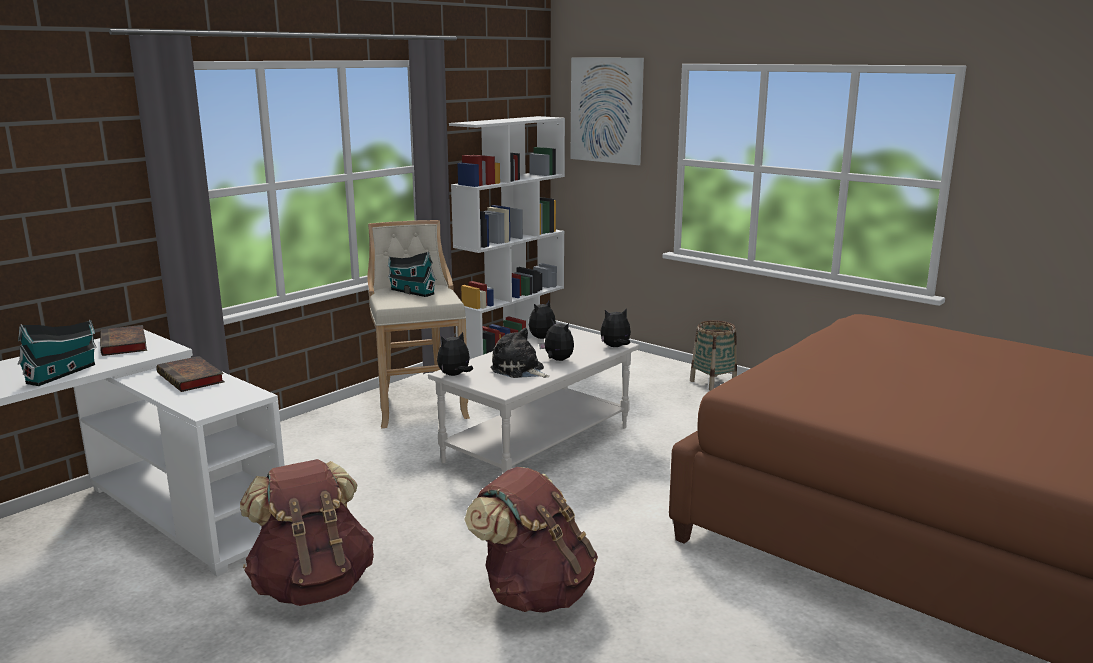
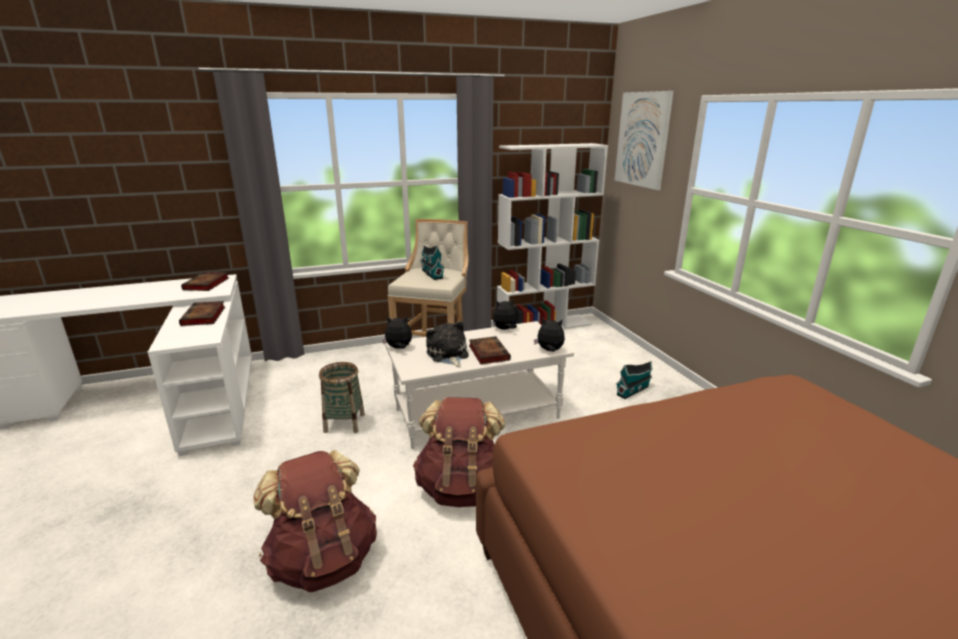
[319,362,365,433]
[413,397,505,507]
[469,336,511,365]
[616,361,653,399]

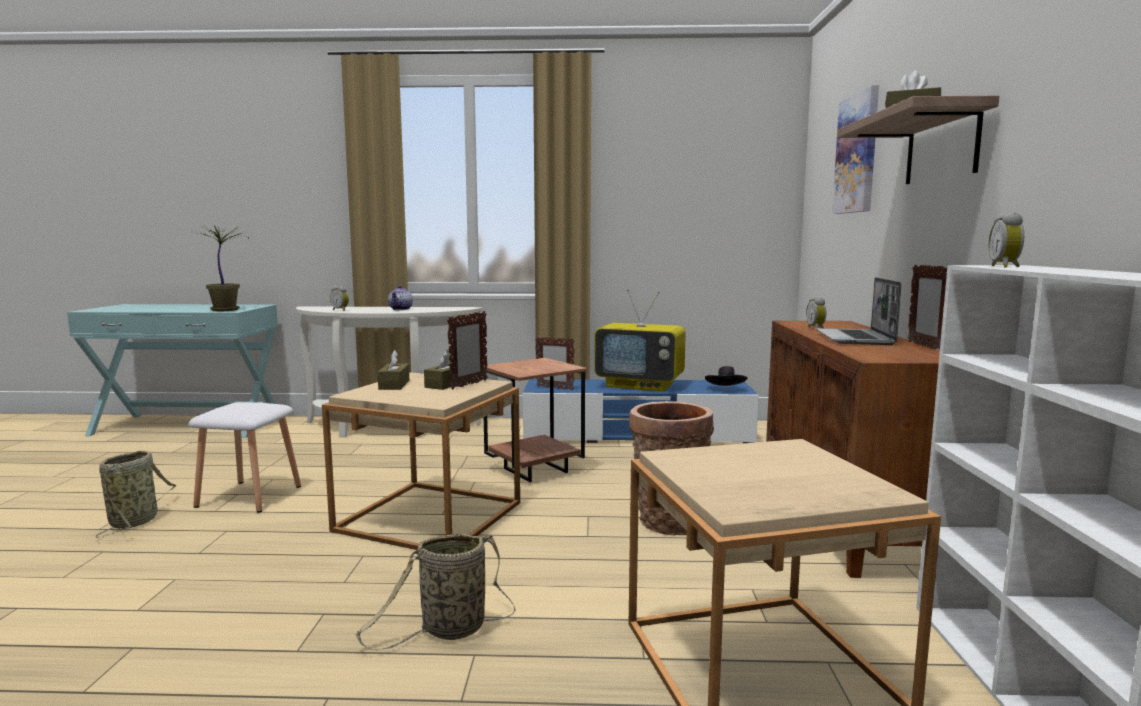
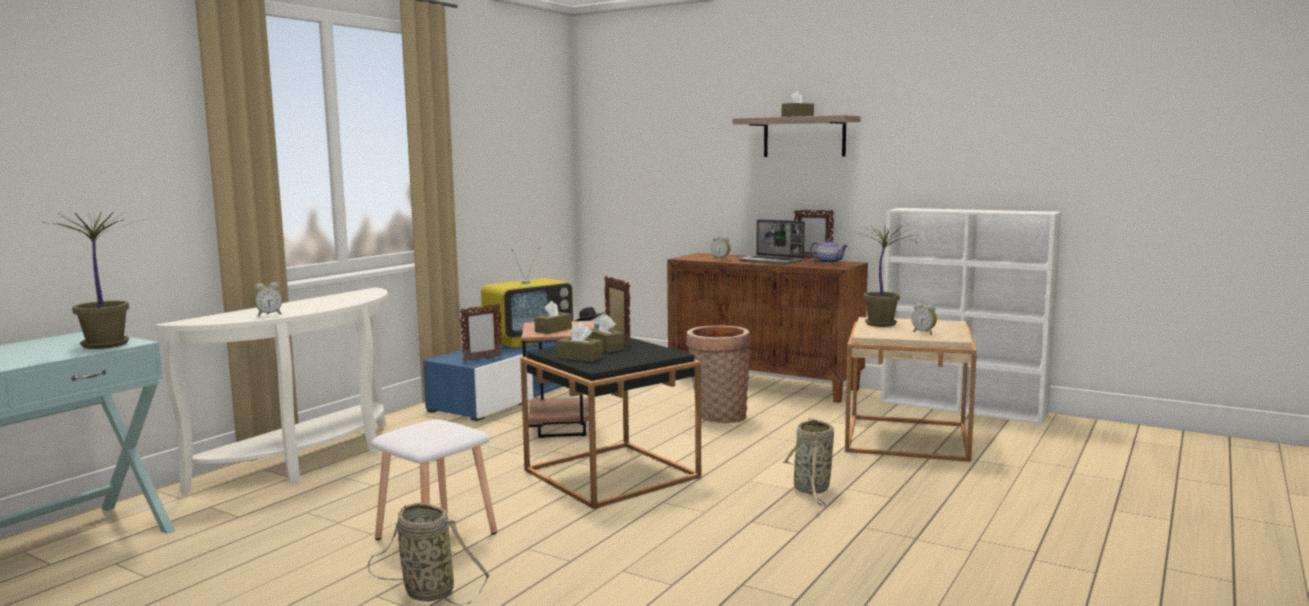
[520,338,701,509]
[534,301,572,334]
[810,238,848,264]
[856,225,917,327]
[911,303,937,335]
[832,85,879,214] (first image)

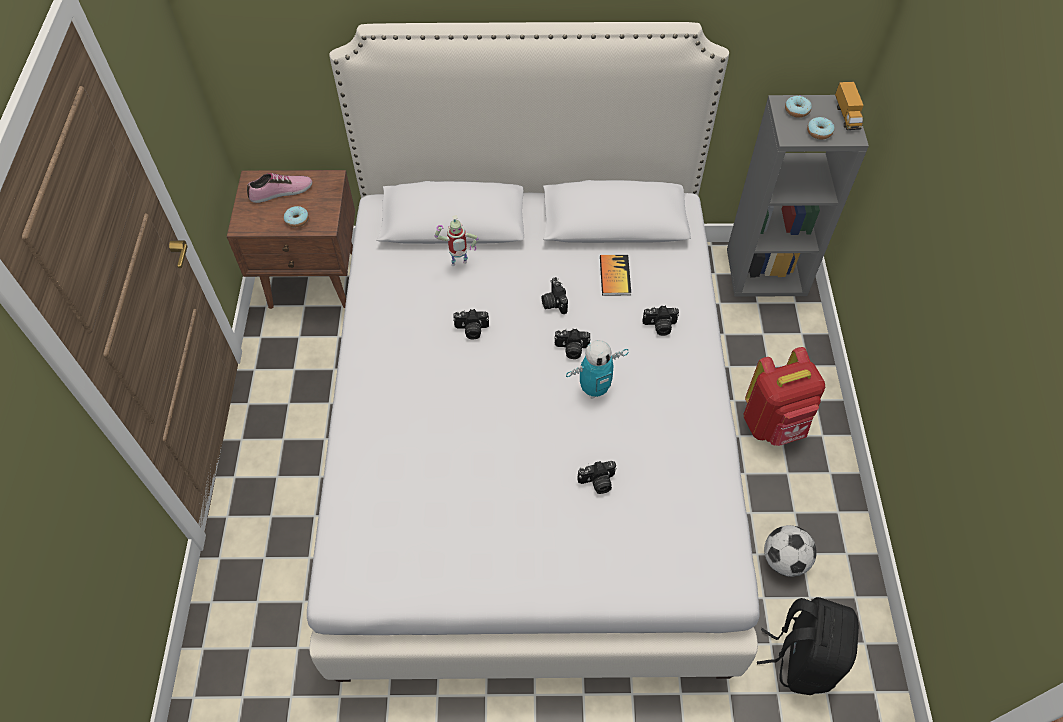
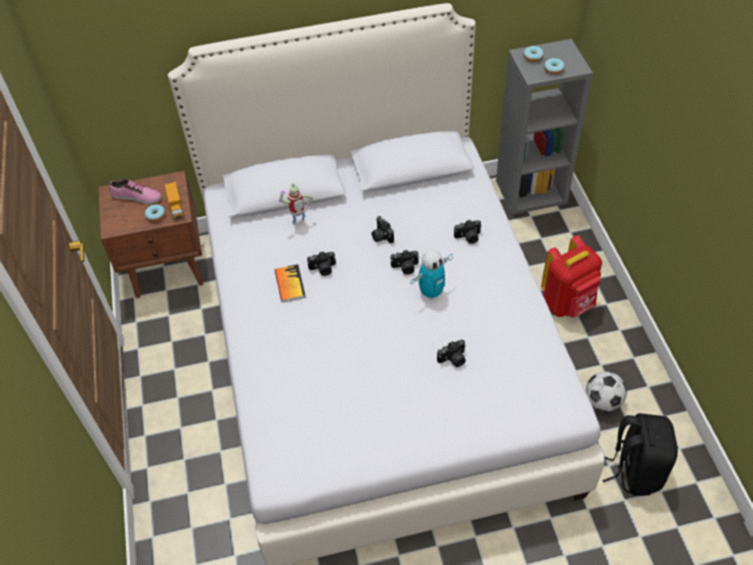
[109,179,162,204]
[164,182,185,220]
[275,264,306,302]

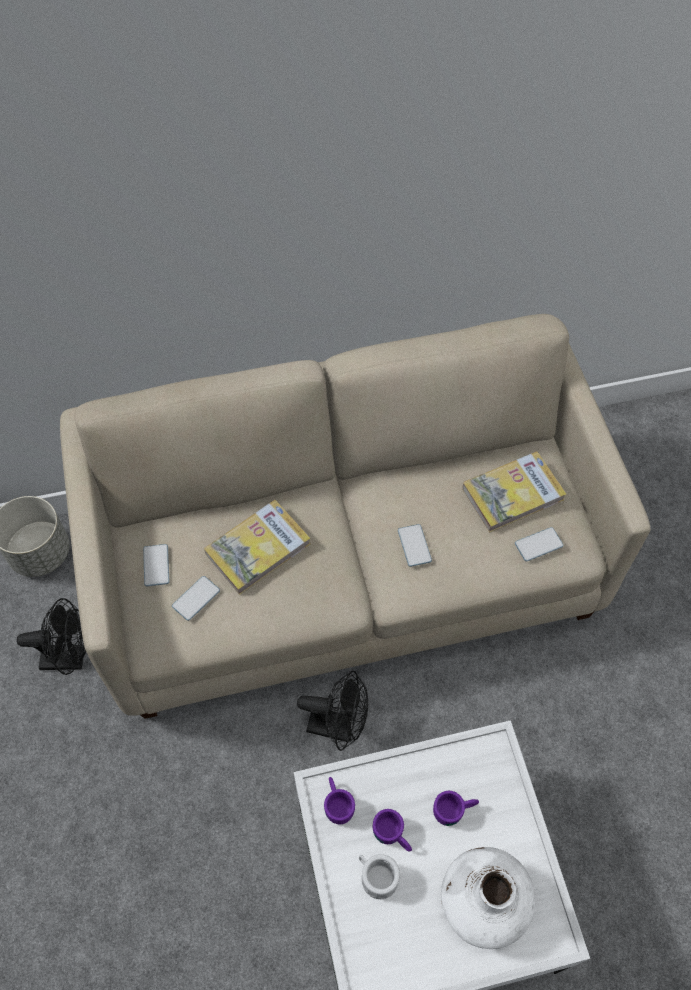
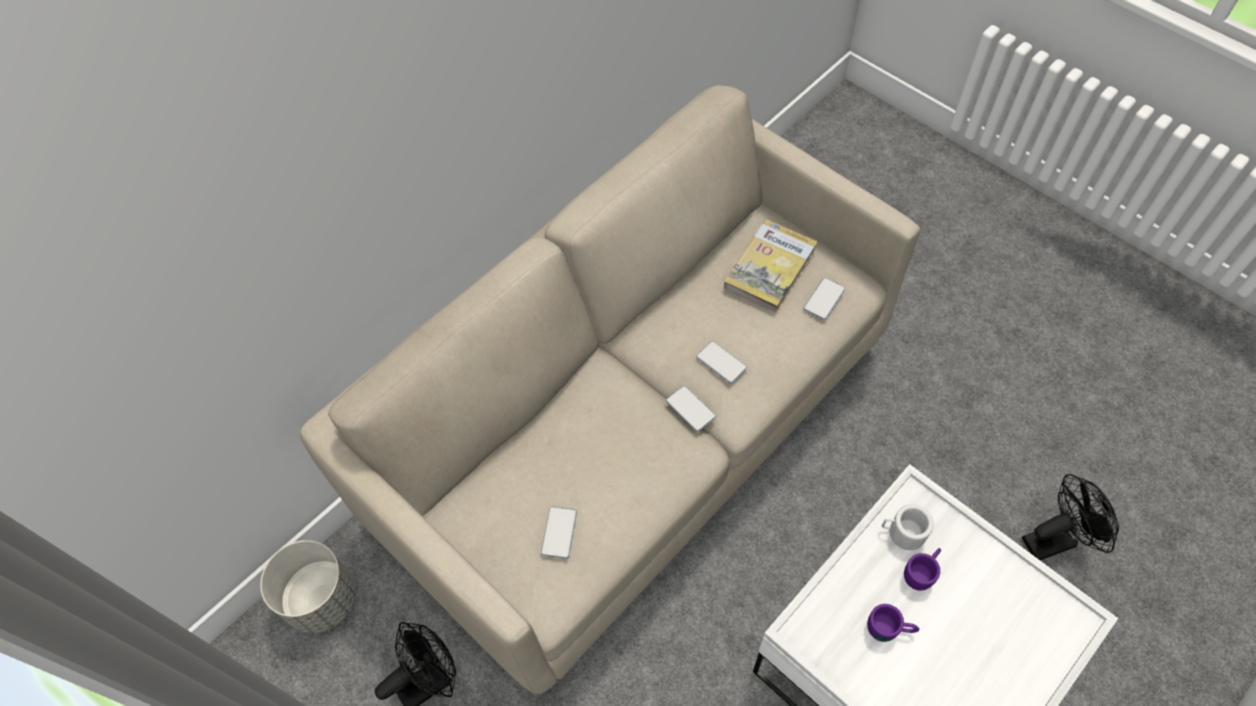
[666,386,716,432]
[882,504,934,550]
[1022,474,1119,560]
[204,500,311,595] (first image)
[324,777,355,825] (first image)
[441,847,536,949] (first image)

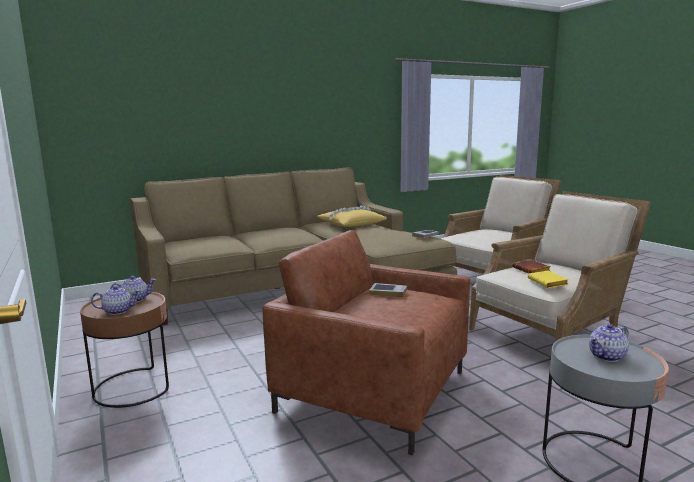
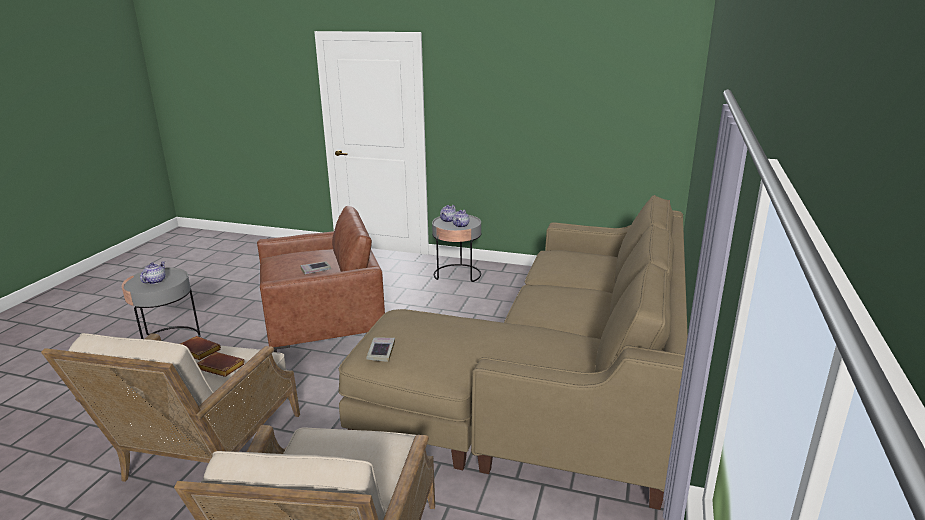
[180,336,221,360]
[432,215,481,282]
[317,206,387,227] (first image)

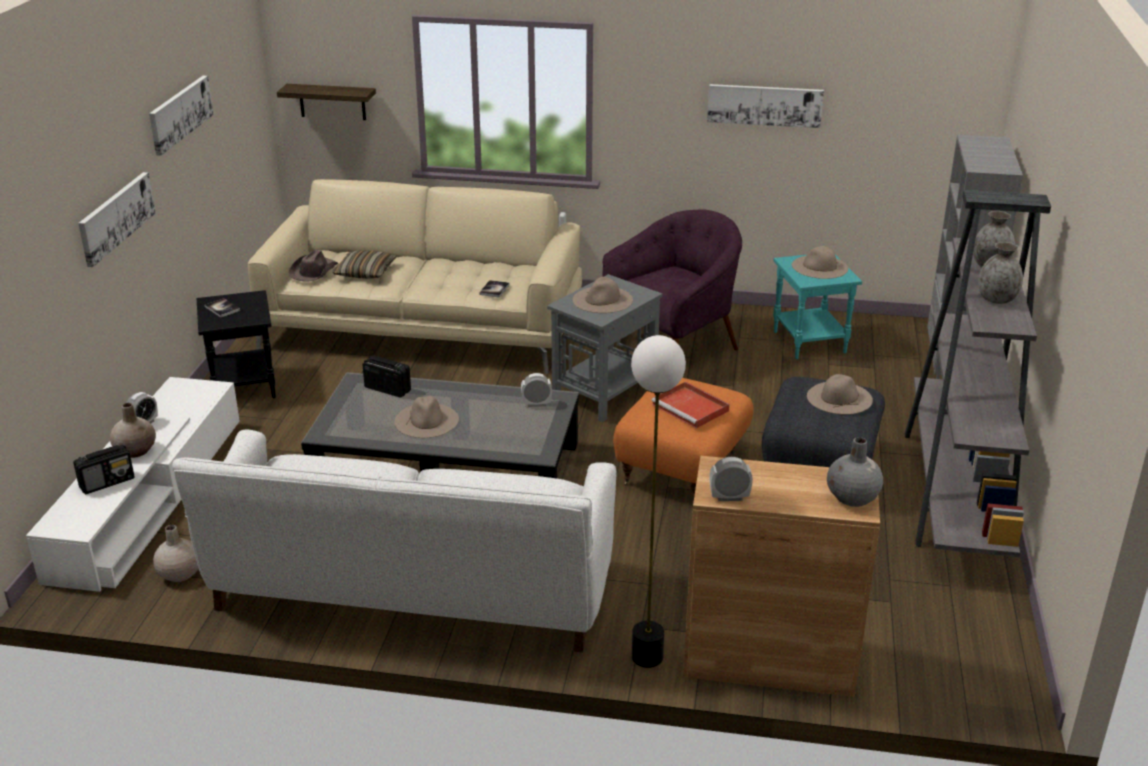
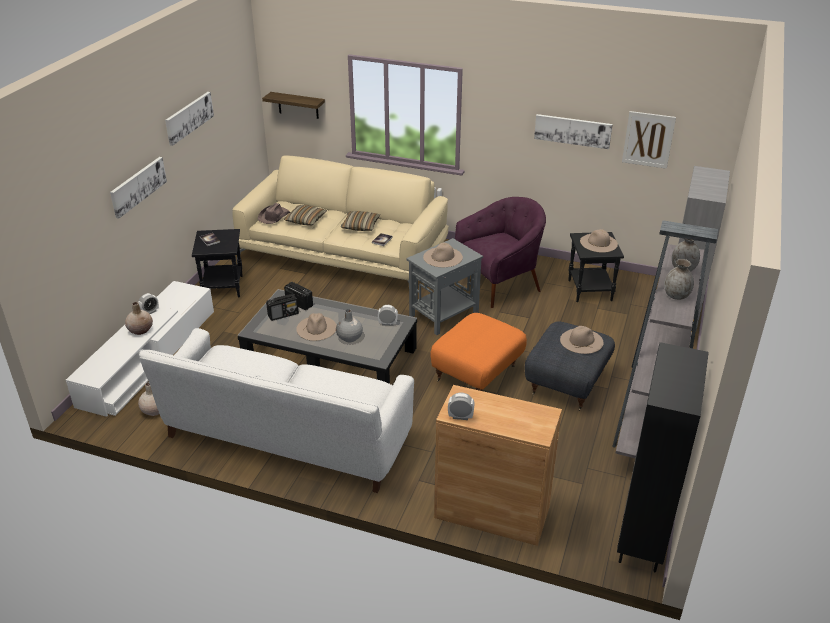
[266,294,299,321]
[336,309,363,342]
[341,211,380,231]
[568,232,624,302]
[617,342,708,572]
[622,111,676,169]
[631,335,686,668] (first image)
[651,382,730,428] (first image)

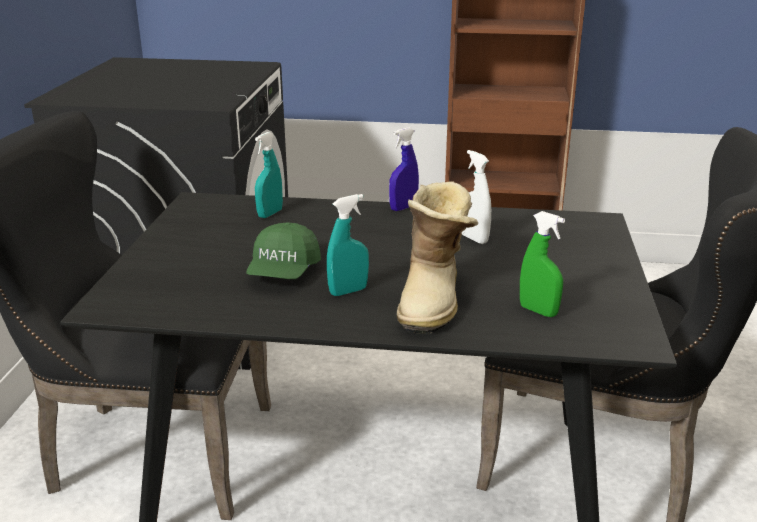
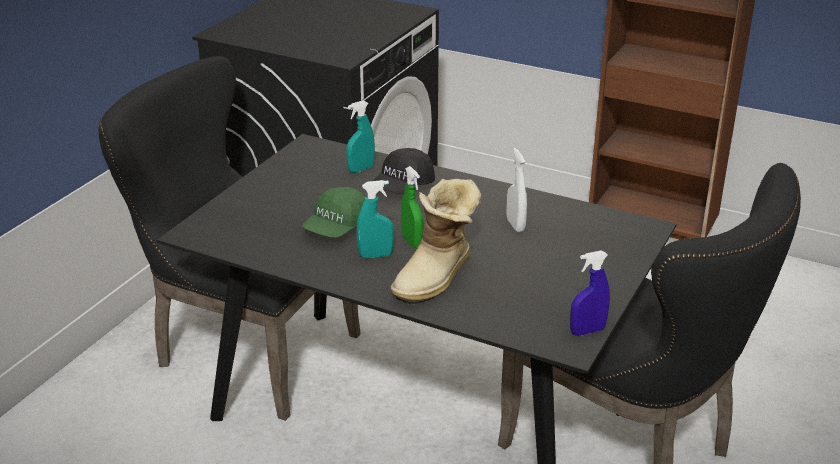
[373,148,435,194]
[401,166,424,248]
[570,251,610,336]

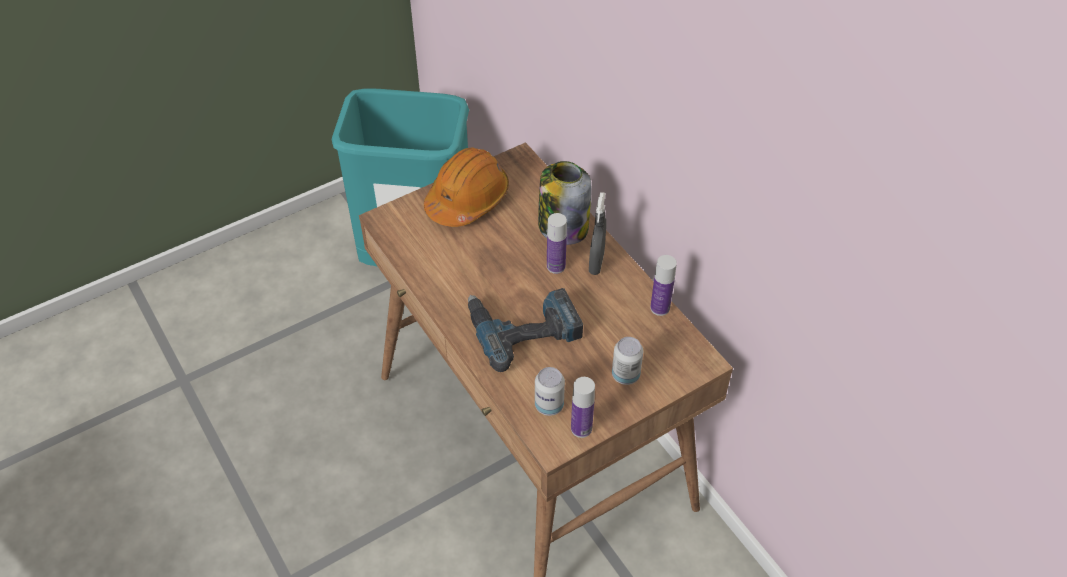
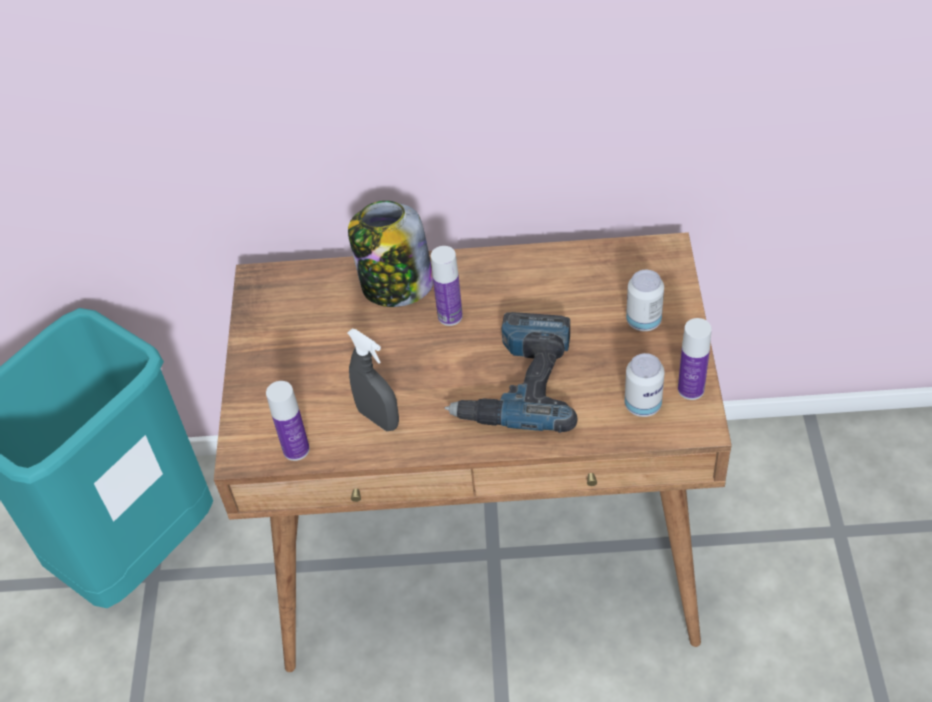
[266,381,310,461]
[347,329,399,431]
[424,147,509,227] (first image)

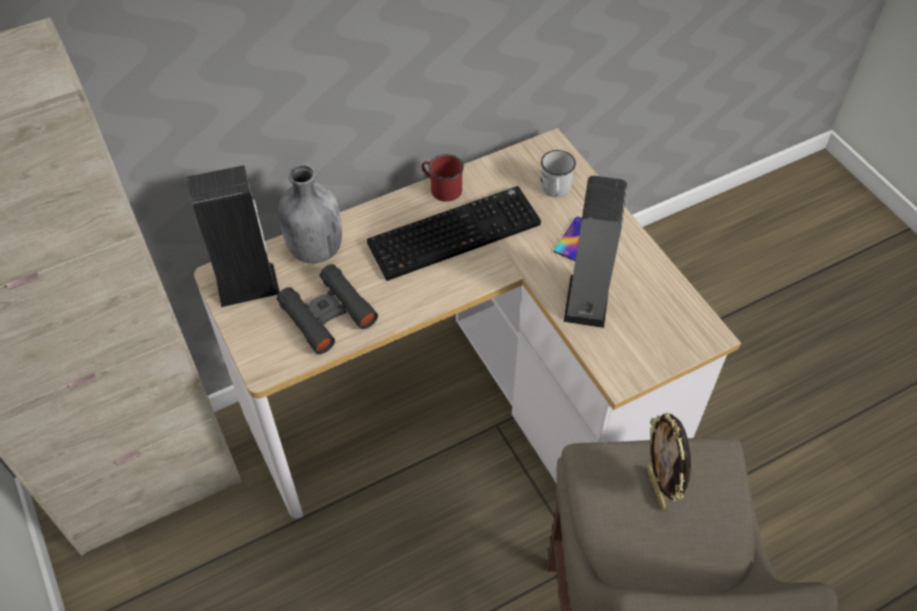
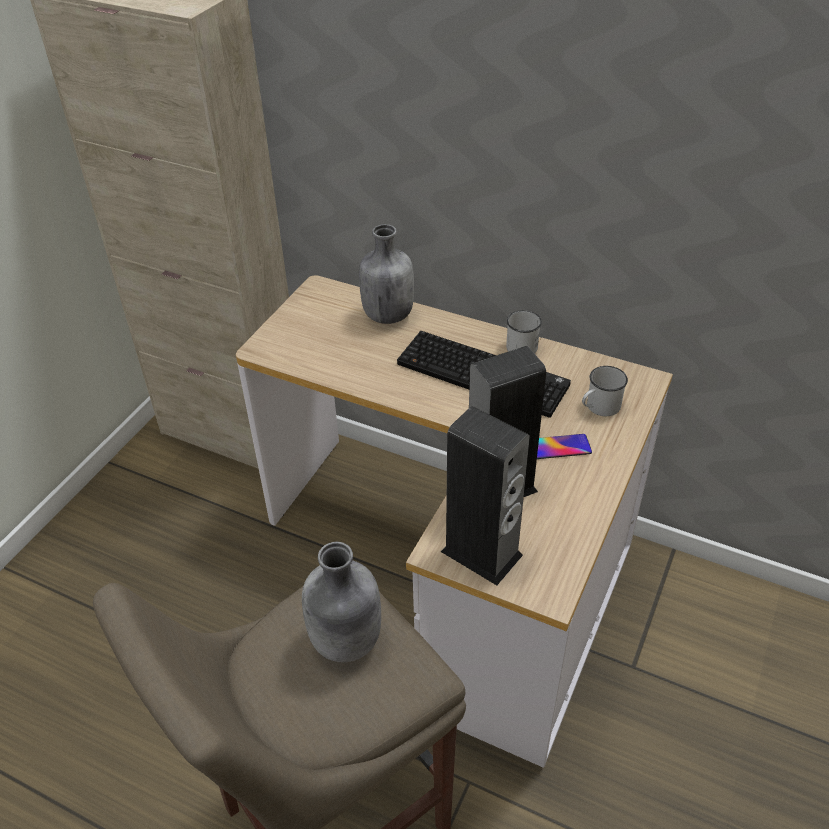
[302,542,381,662]
[441,406,530,585]
[506,310,542,354]
[277,264,378,354] (first image)

